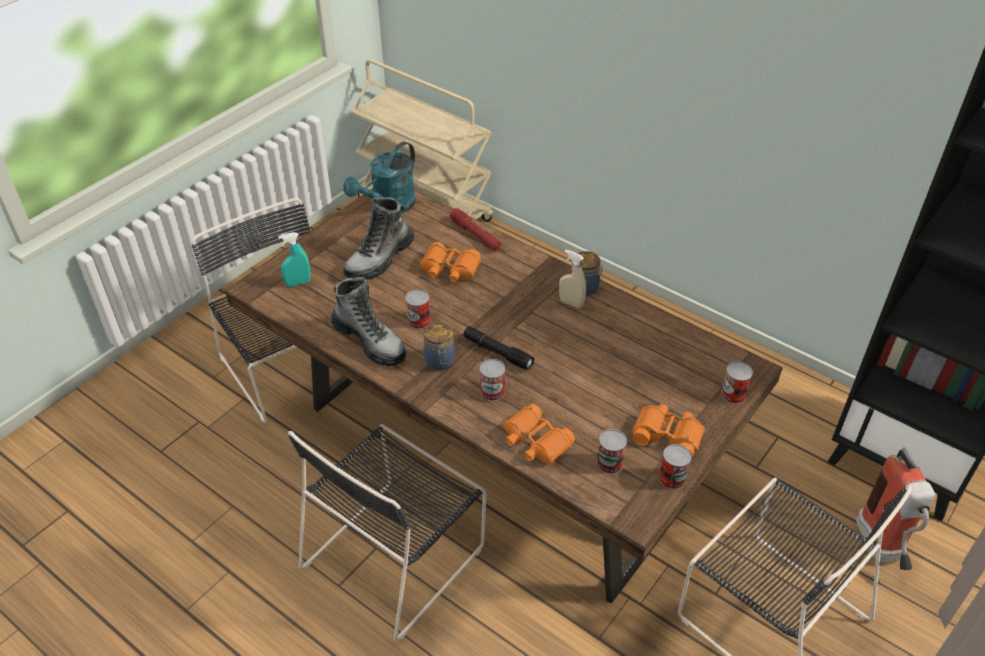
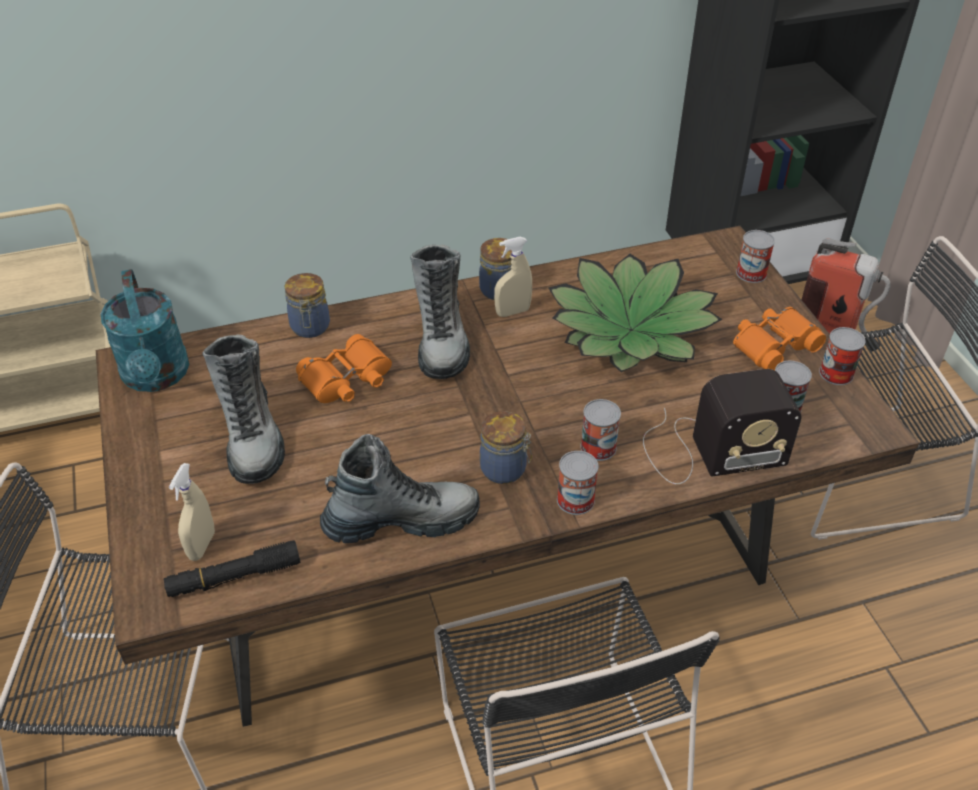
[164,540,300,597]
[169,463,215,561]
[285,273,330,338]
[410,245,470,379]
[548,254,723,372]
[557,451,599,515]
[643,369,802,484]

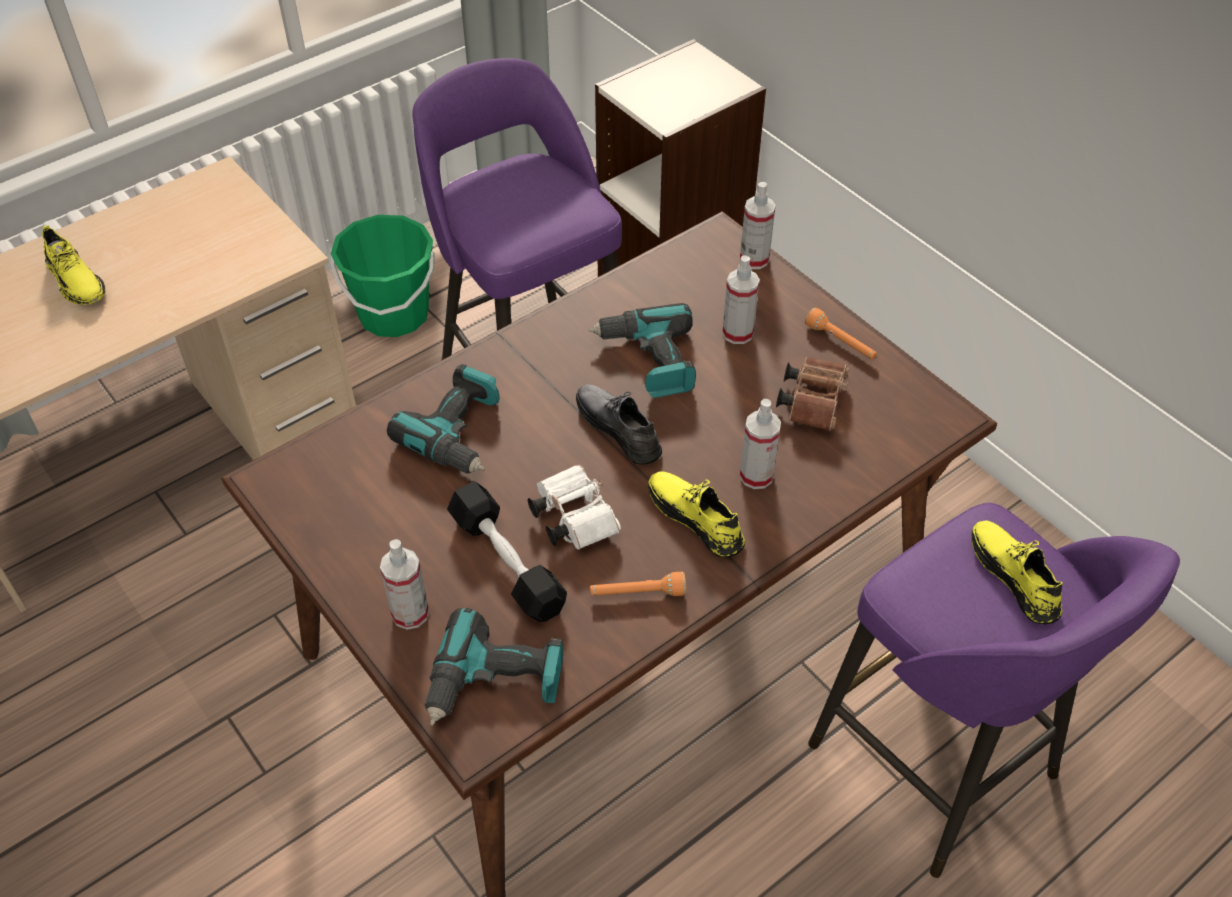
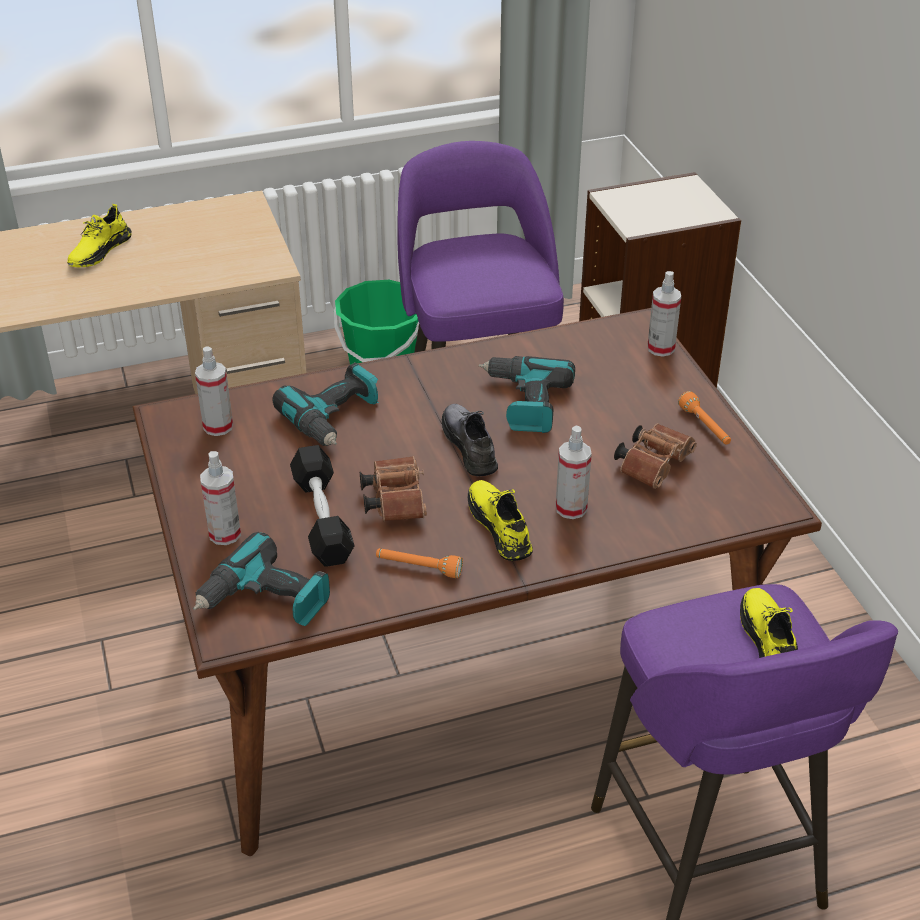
[67,204,132,267]
[195,346,233,436]
[360,456,427,521]

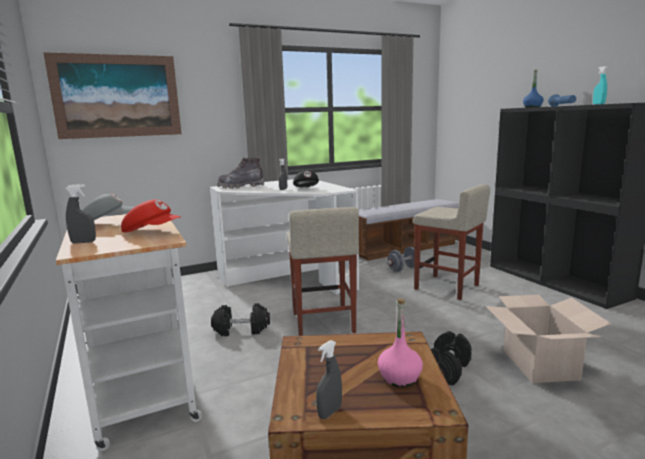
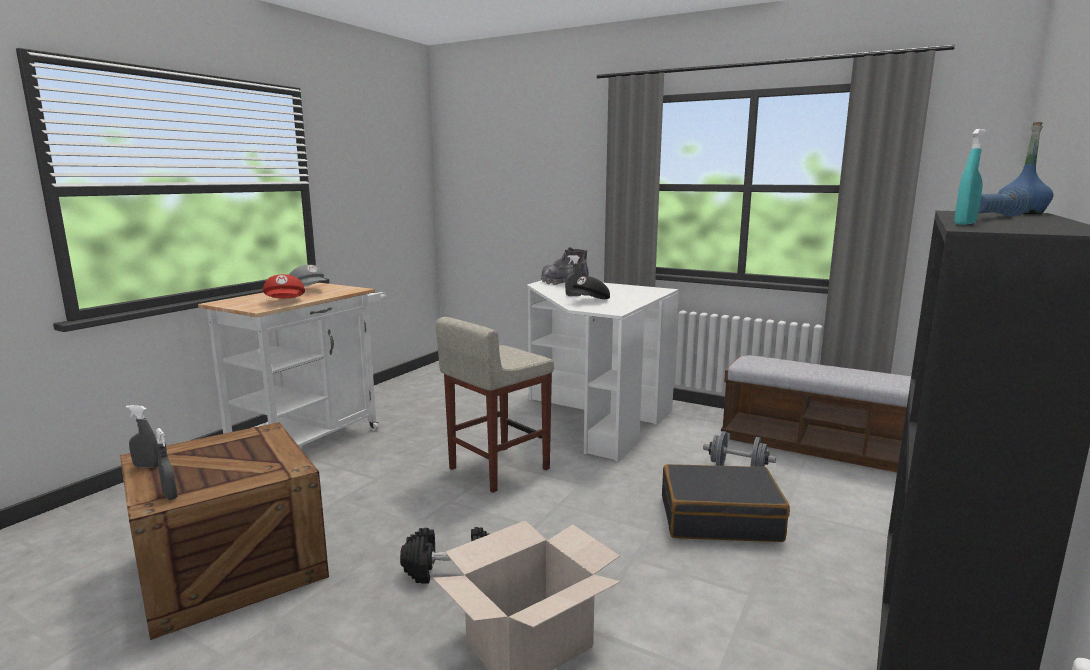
[156,428,177,500]
[662,464,790,542]
[43,52,181,139] (first image)
[211,303,270,336] (first image)
[378,298,423,387] (first image)

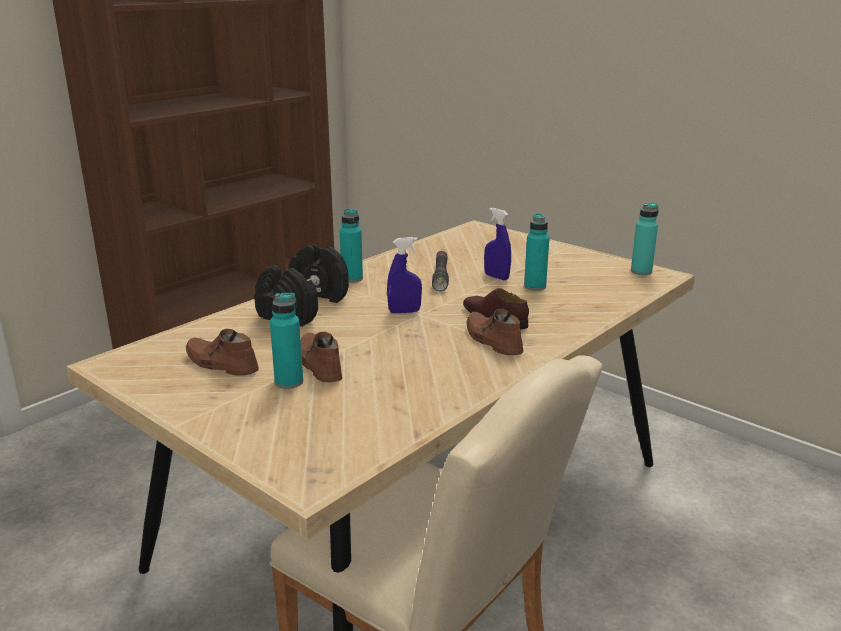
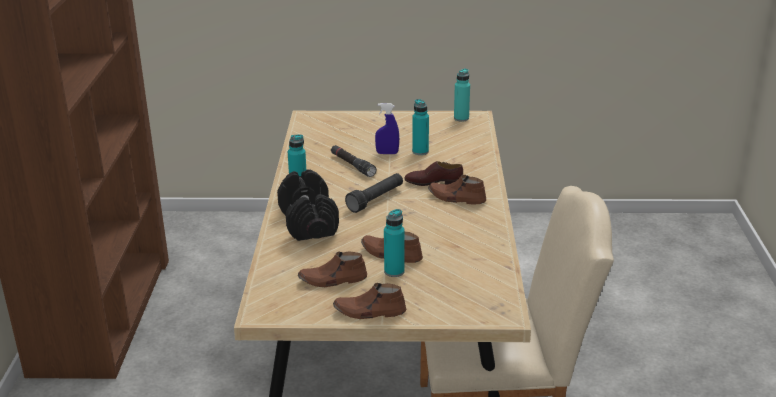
[333,283,406,319]
[345,173,403,213]

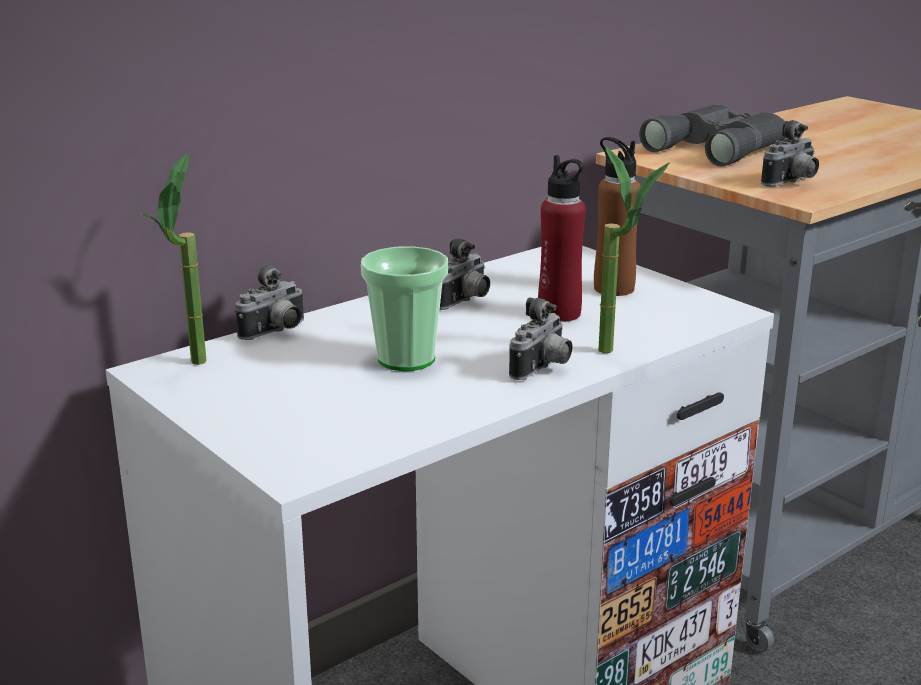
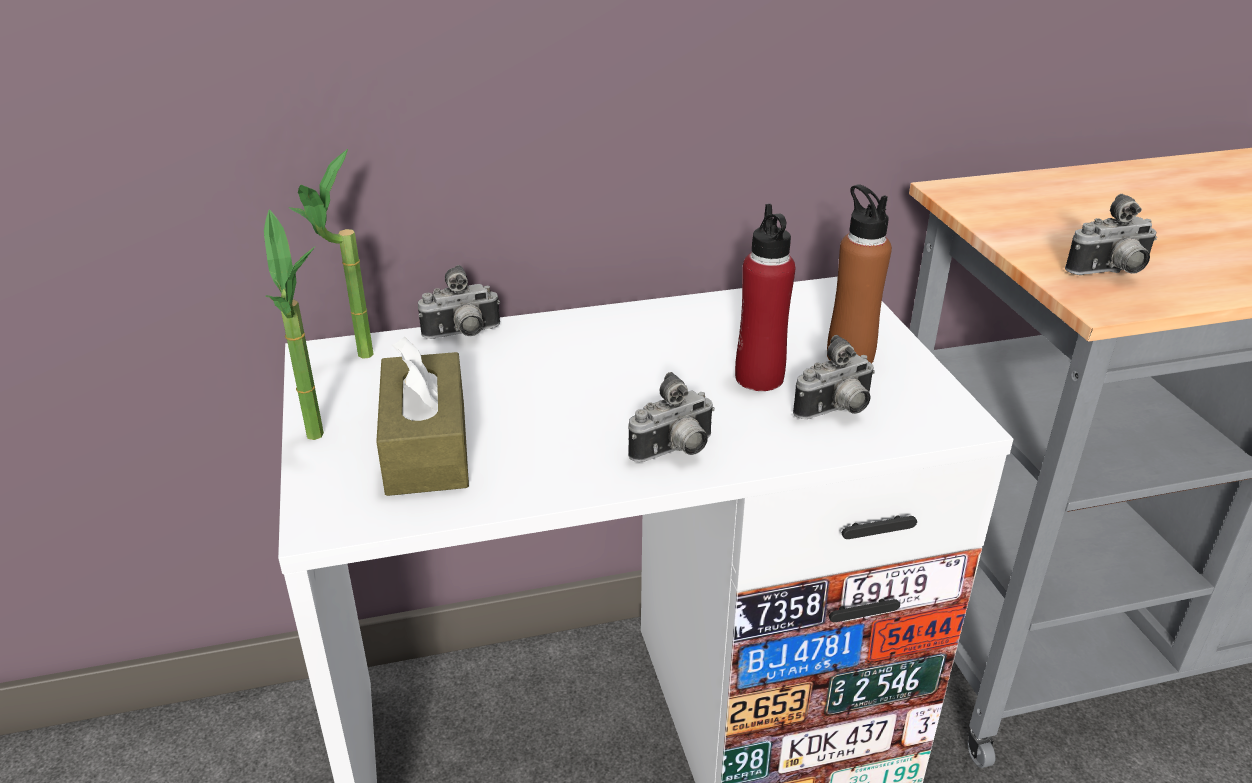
[264,209,324,440]
[376,337,469,496]
[793,335,875,419]
[361,246,448,371] (first image)
[639,104,786,166] (first image)

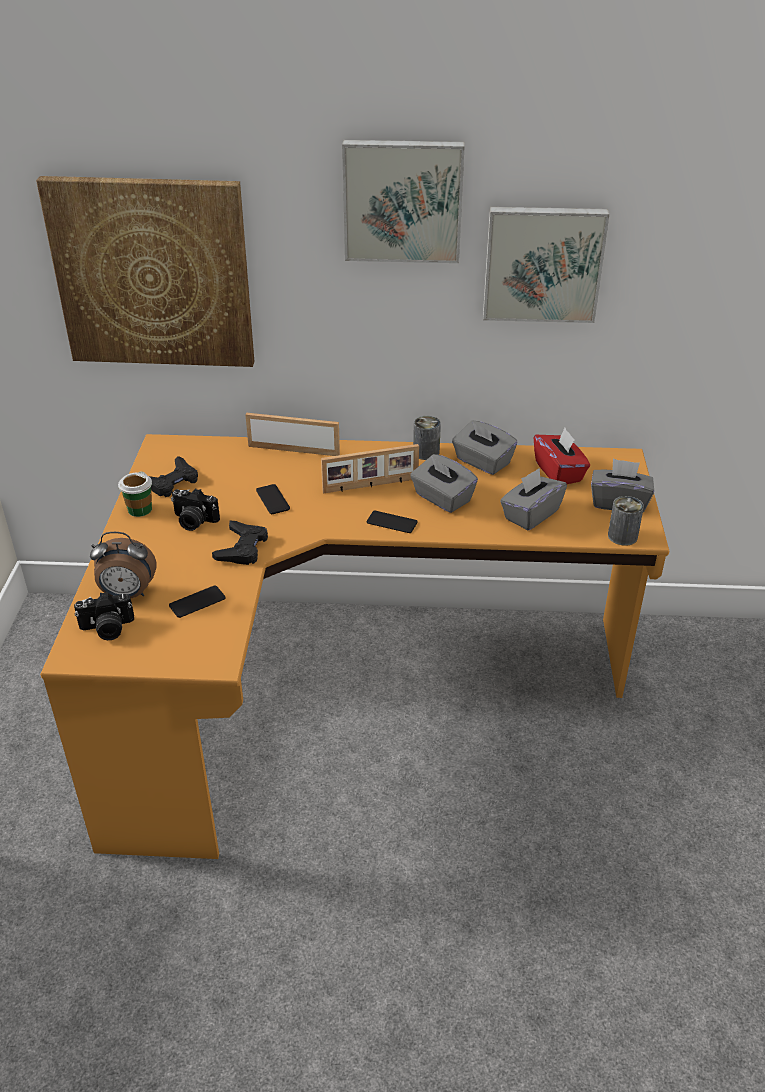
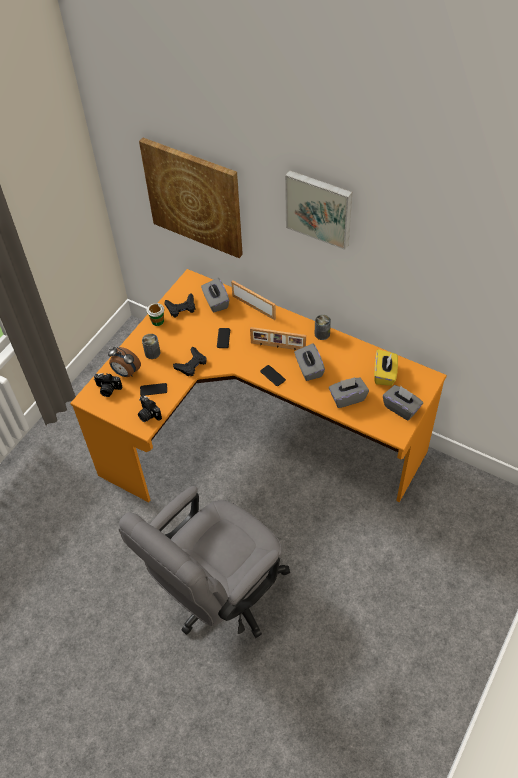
[119,486,290,638]
[138,395,162,422]
[142,334,161,359]
[201,278,229,312]
[374,349,398,386]
[483,207,609,323] (first image)

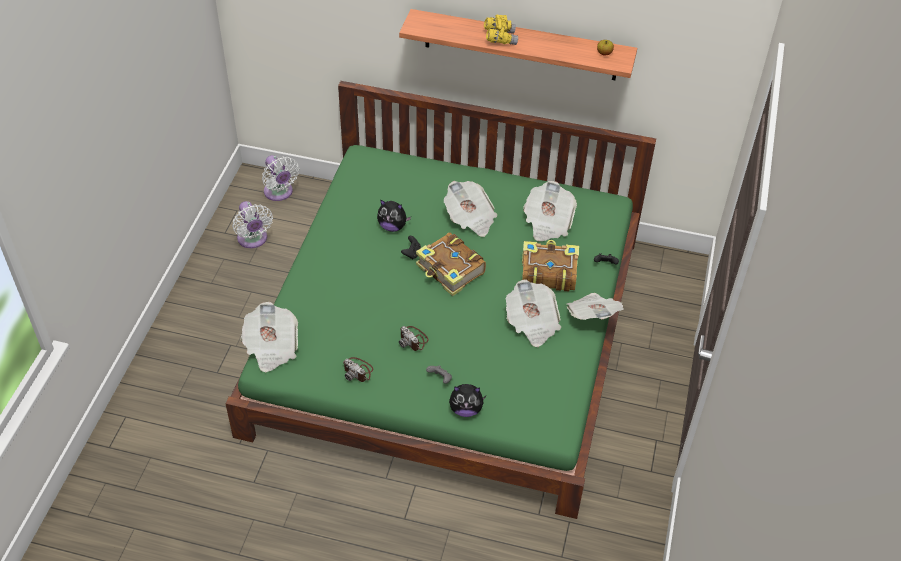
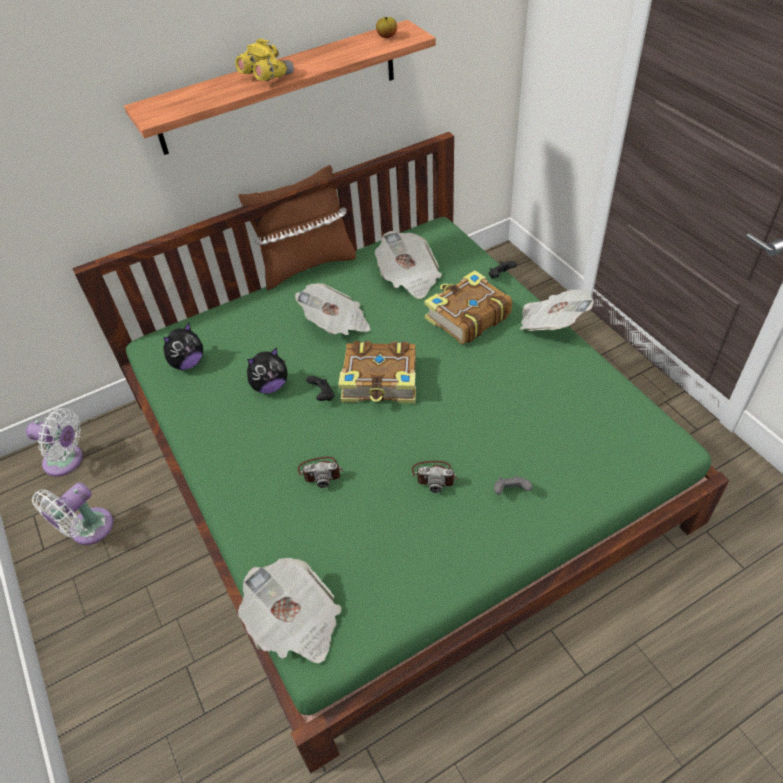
[32,482,113,545]
[163,323,203,370]
[239,165,356,291]
[298,457,344,488]
[506,279,561,347] (first image)

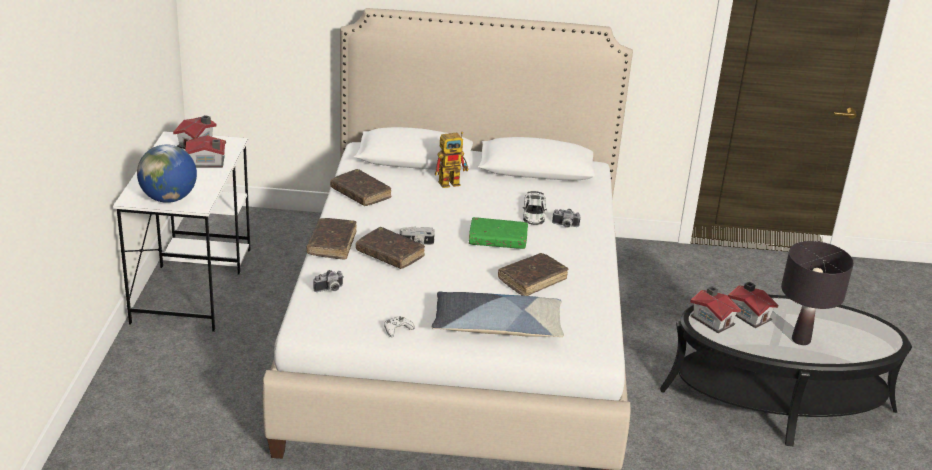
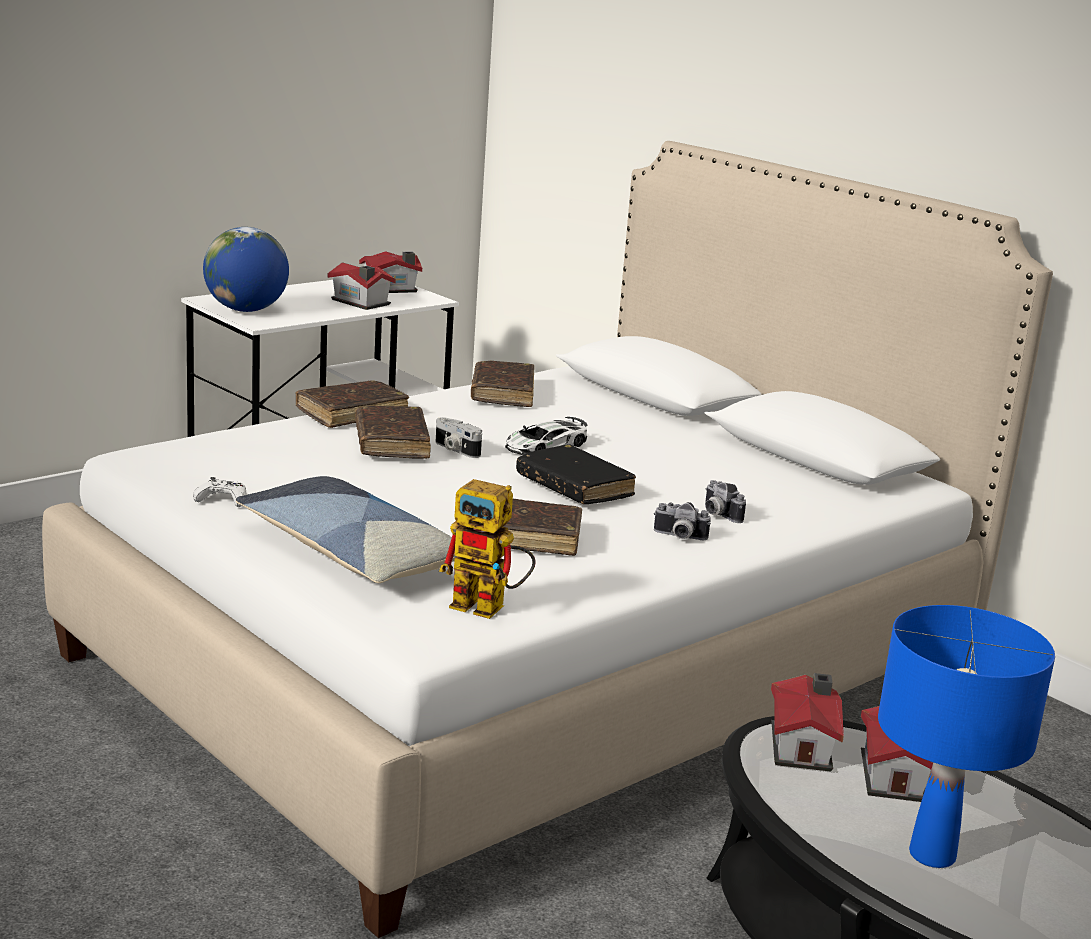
[439,479,536,619]
[505,417,588,455]
[516,444,636,504]
[654,502,711,540]
[878,605,1055,868]

